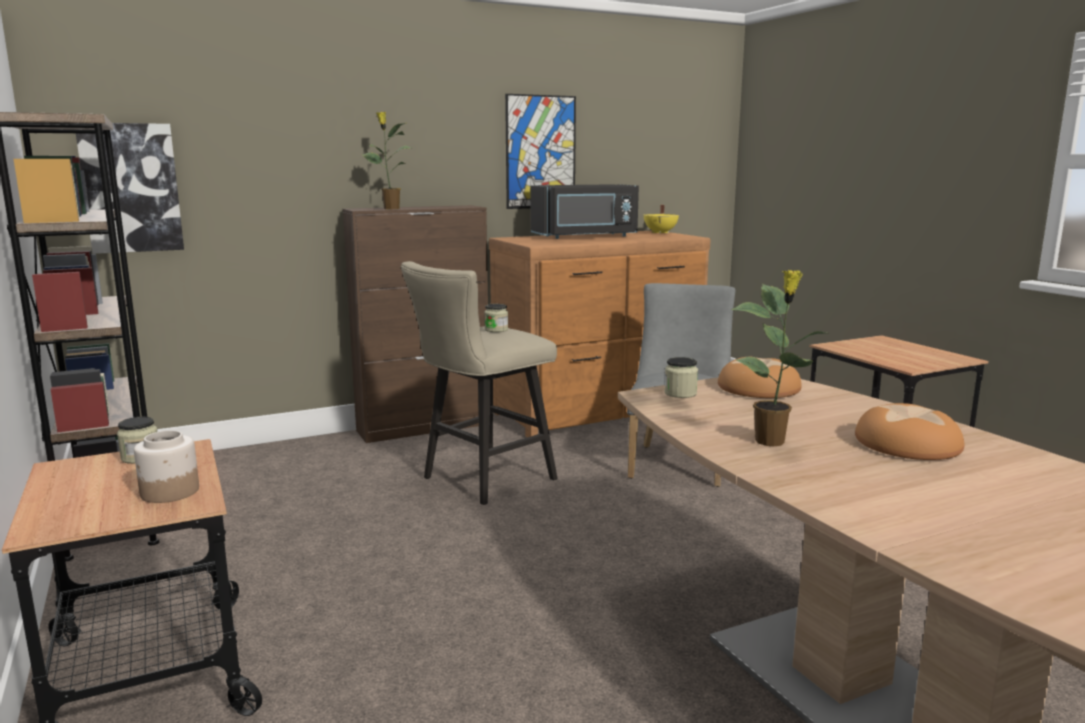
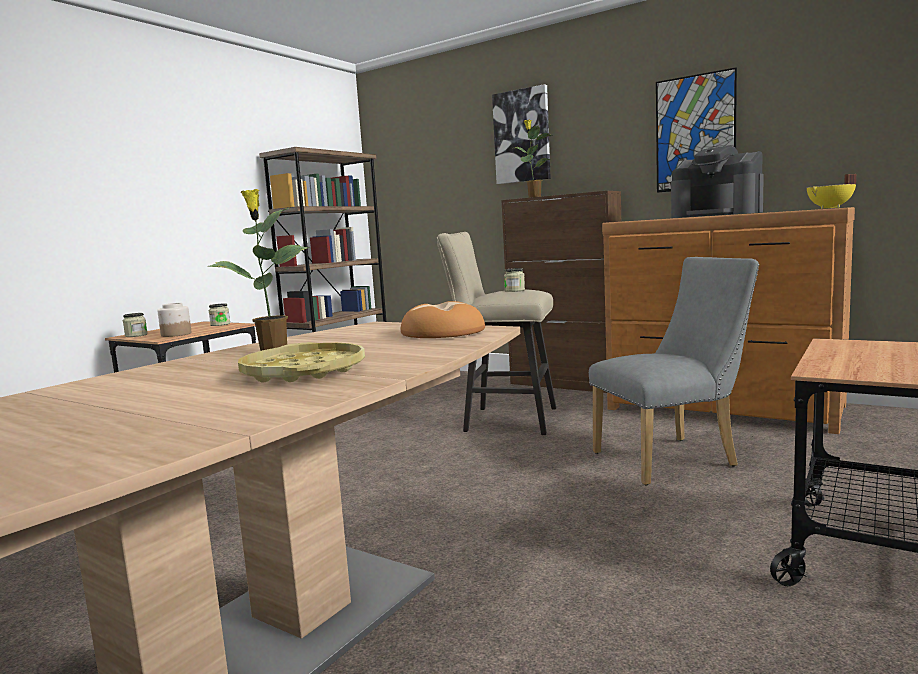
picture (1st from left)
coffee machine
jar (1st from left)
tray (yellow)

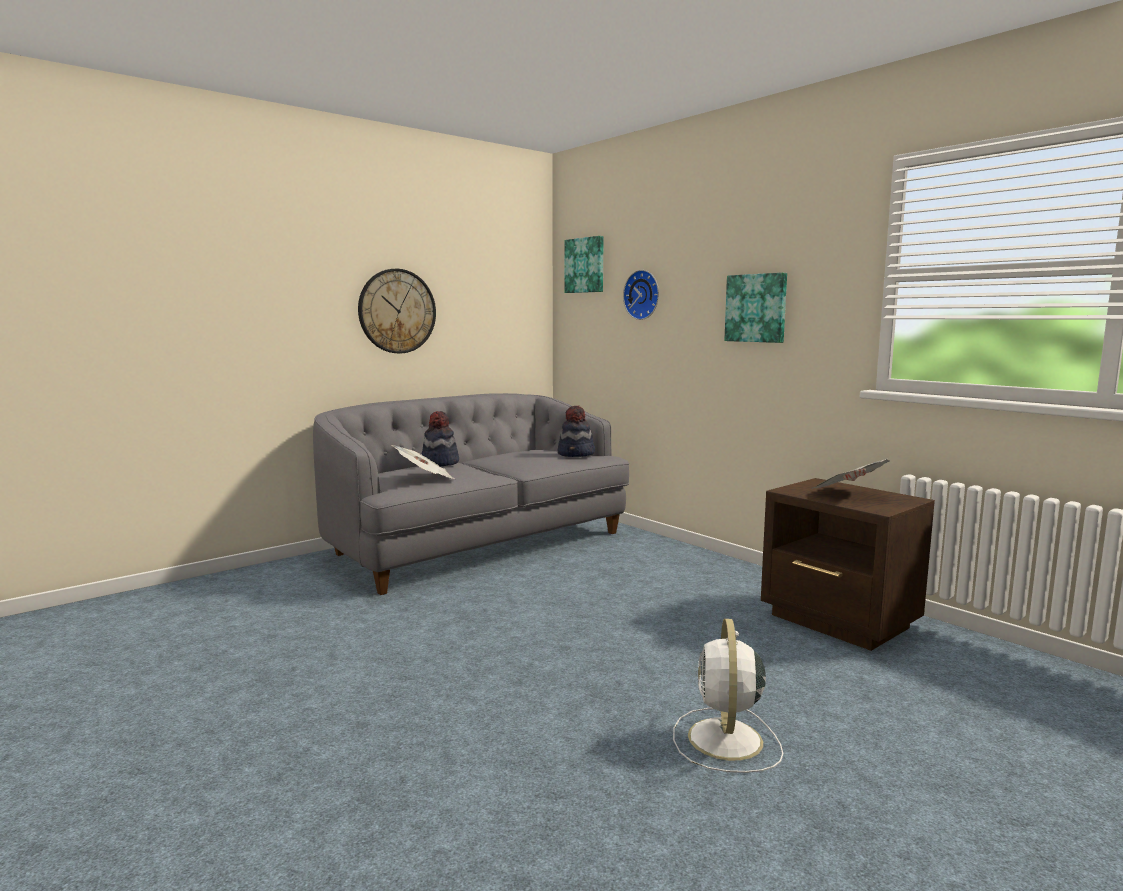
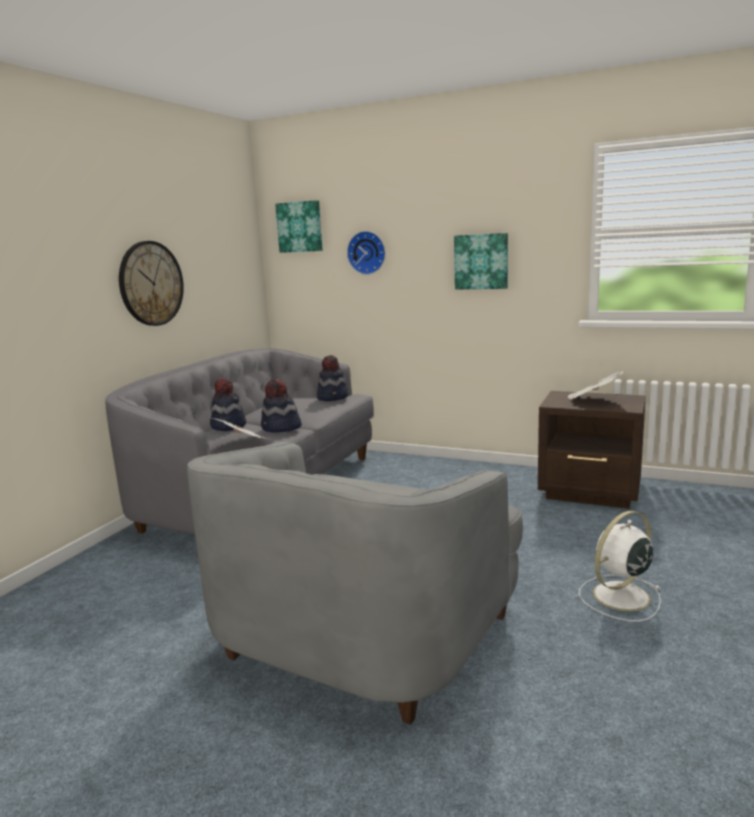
fan (white)
hat (2nd from left)
armchair (grey)

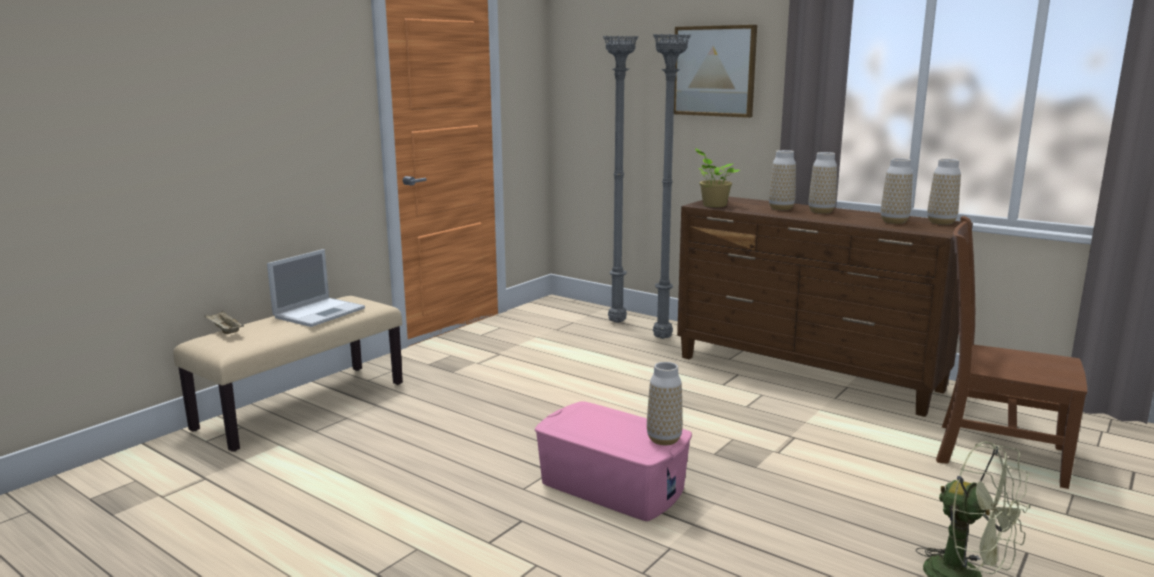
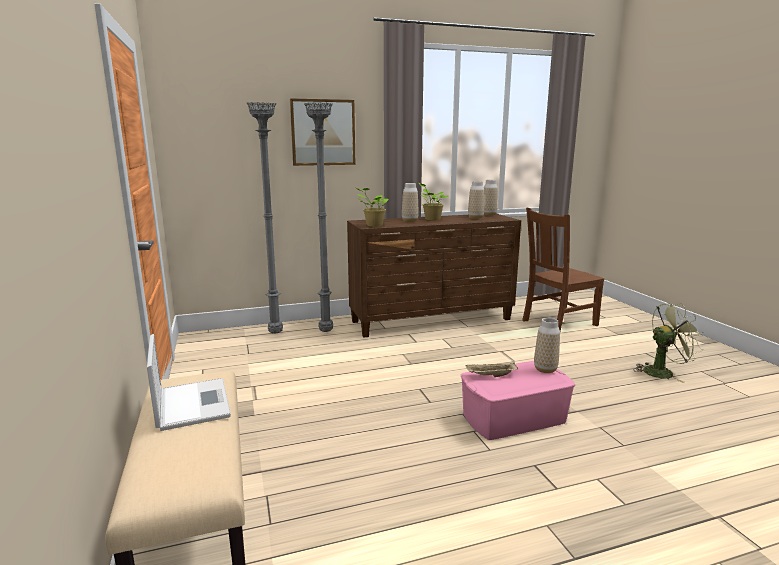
potted plant (2nd from left)
tray (beige)

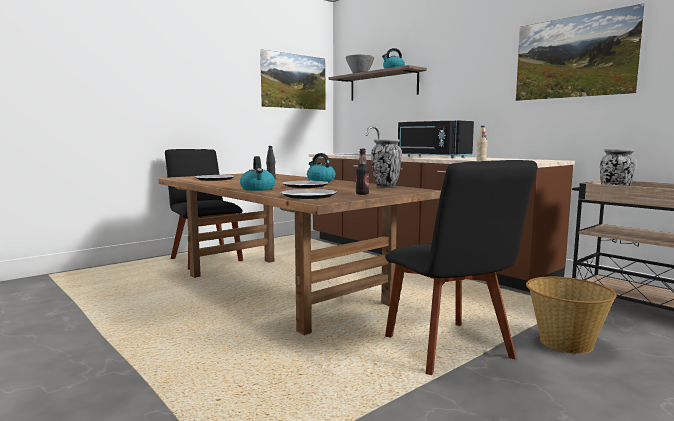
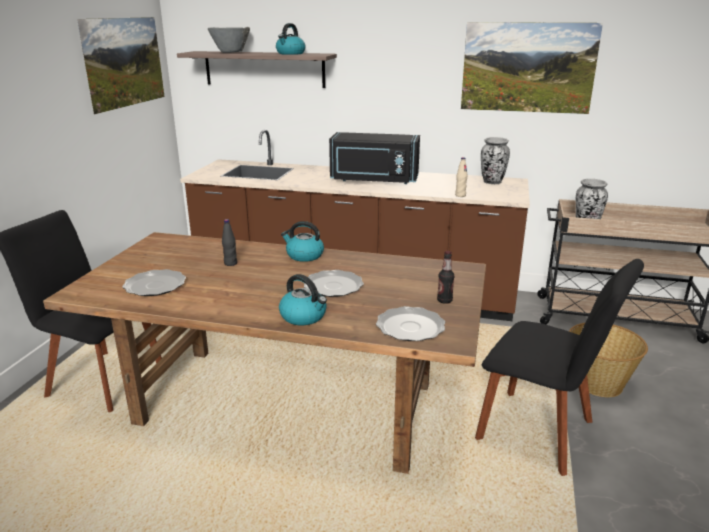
vase (1st from left)

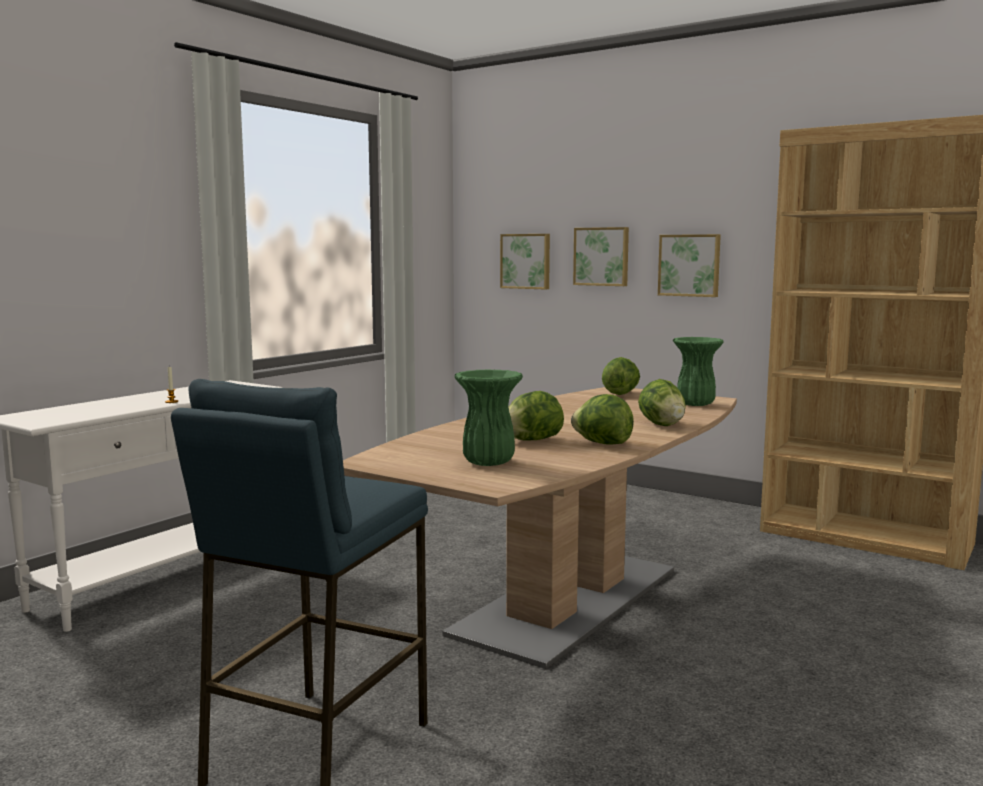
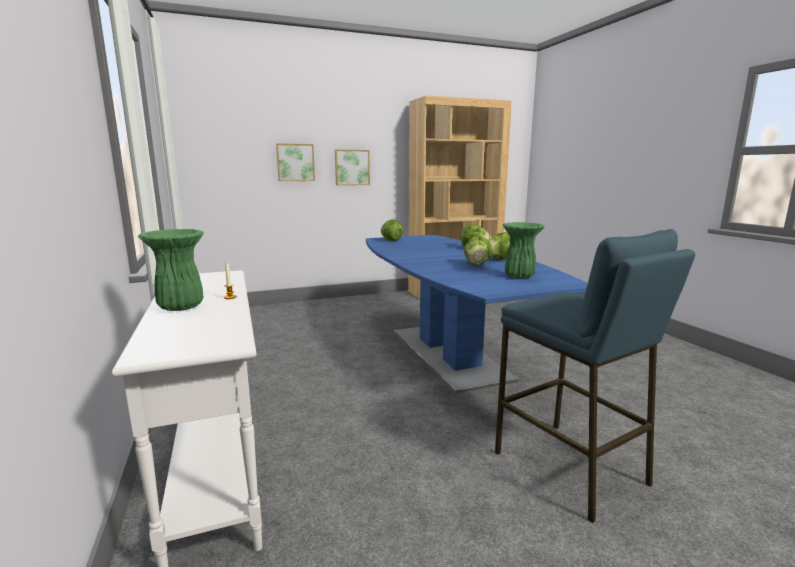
picture (1st from left in the first image)
vase (green) (1st from left)
dining table (blue)

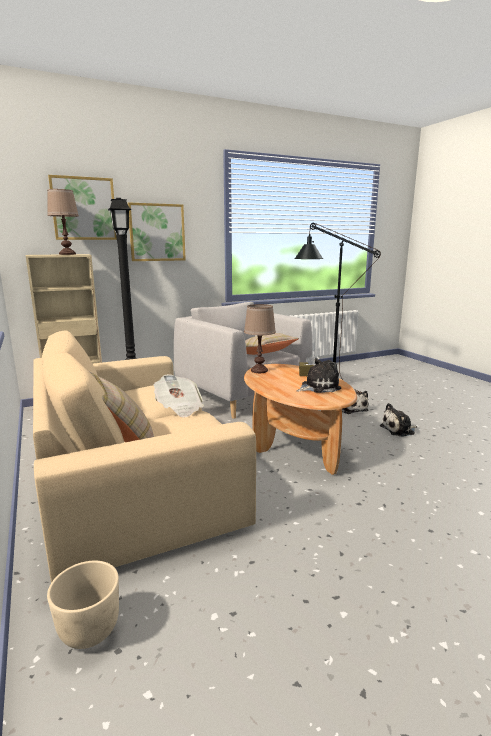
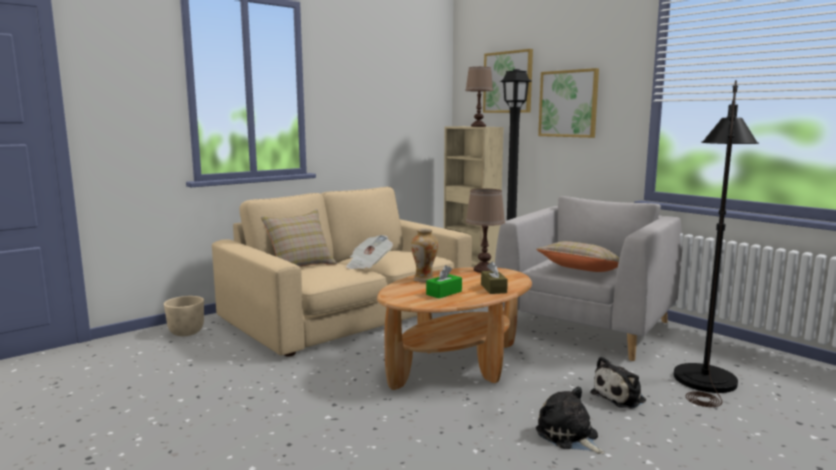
tissue box (green)
vase

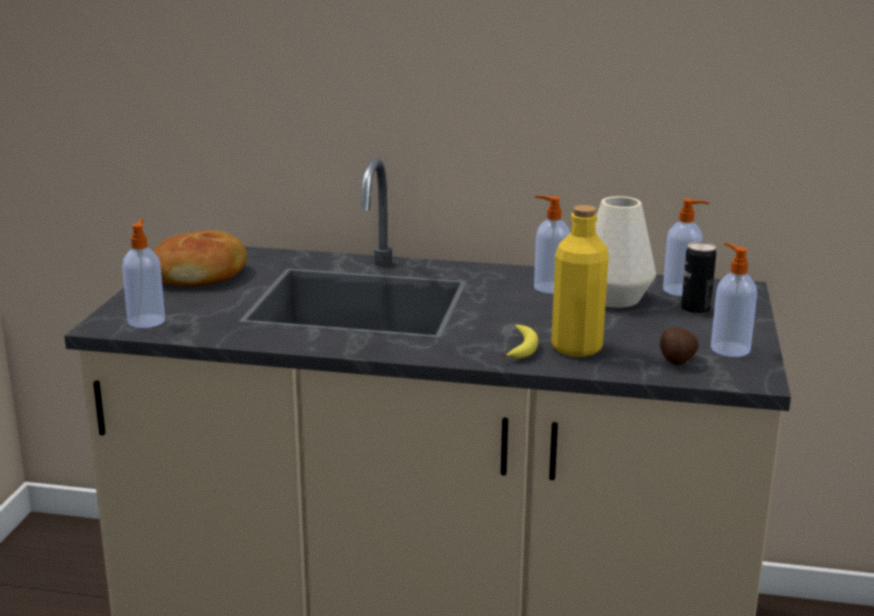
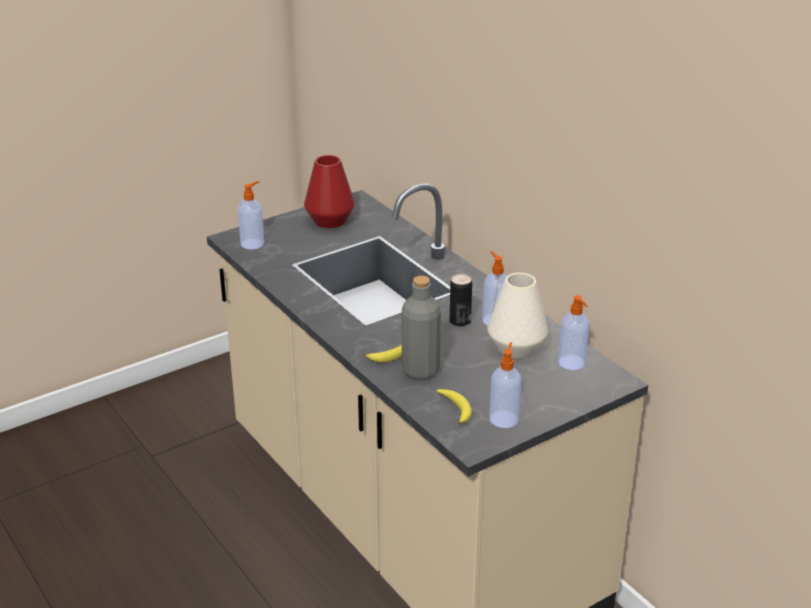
bottle (grey)
vase (red)
can
banana (2nd from left)

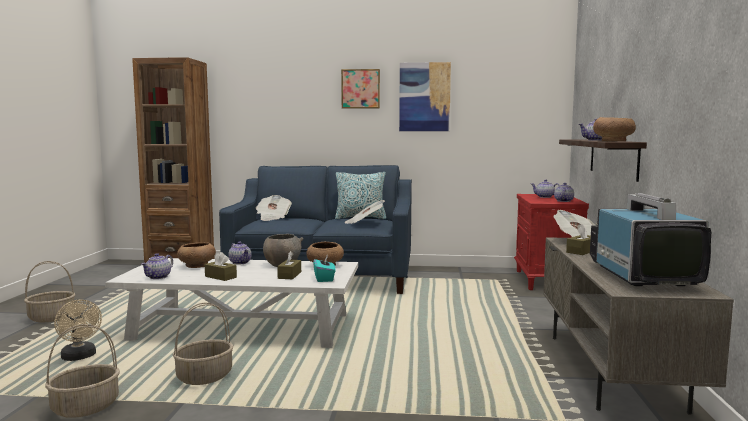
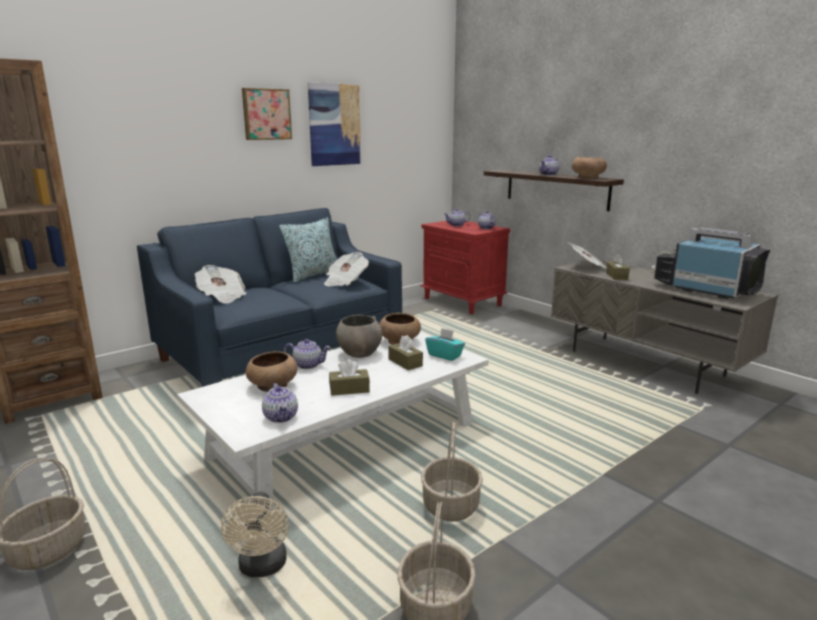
fan (beige)

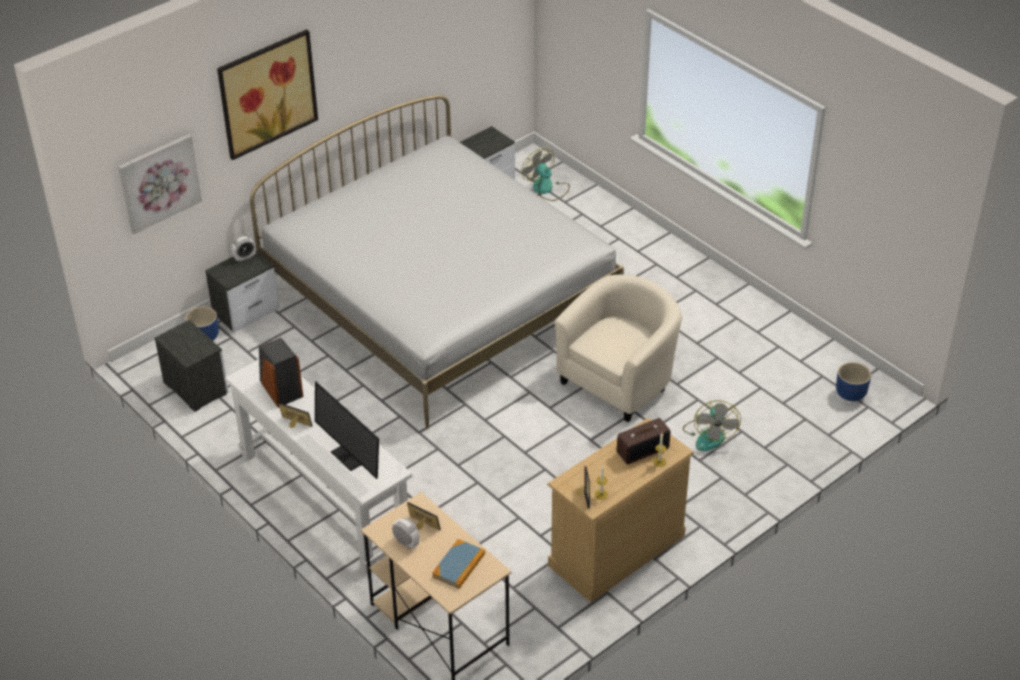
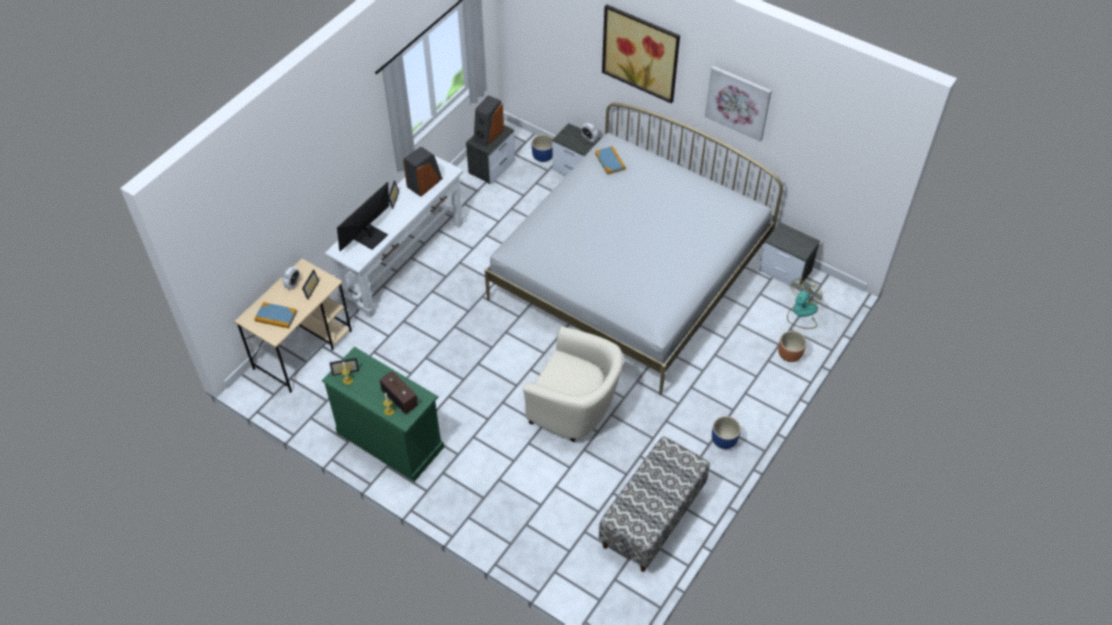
picture (2nd from left)
planter (blue) (2nd from left)
fan (2nd from left in the first image)
dresser (green)
speaker (2nd from left)
book (2nd from left)
planter (brown)
bench

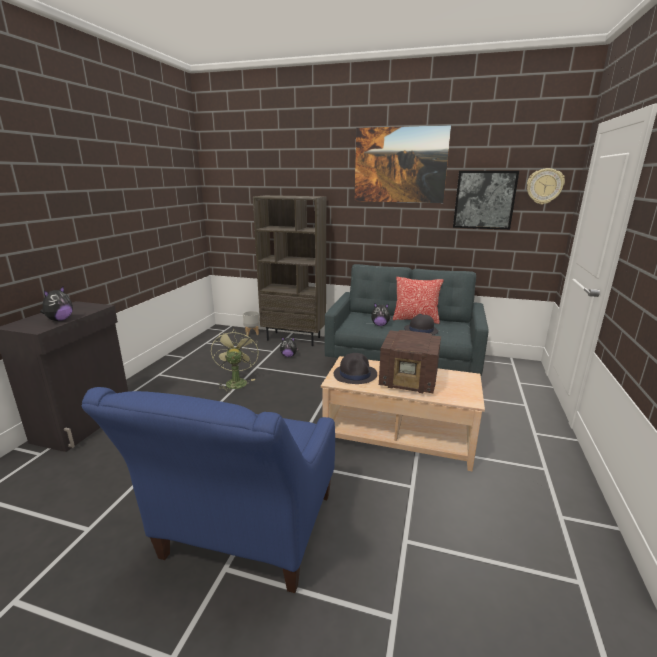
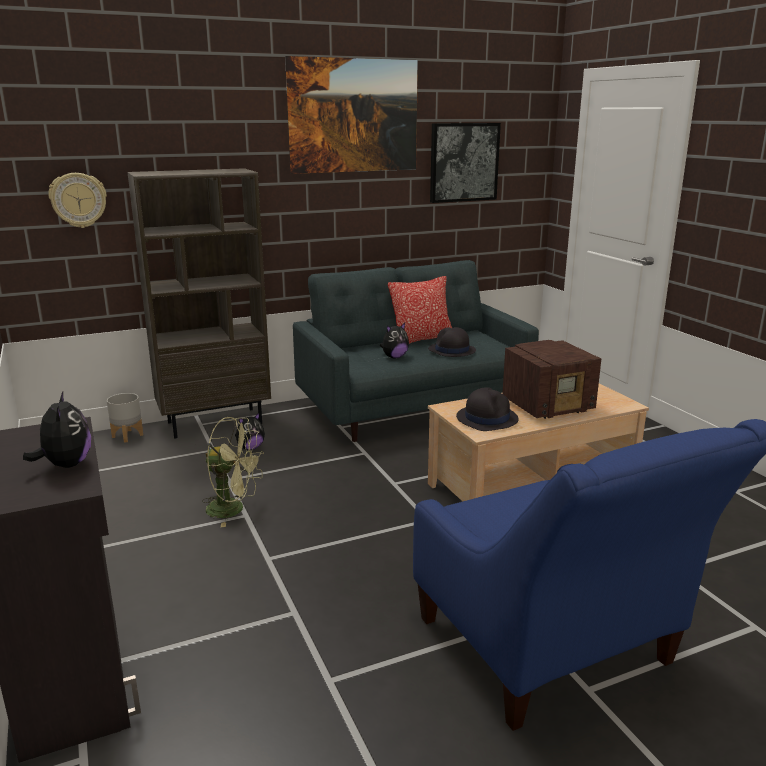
wall clock
fan (green)

